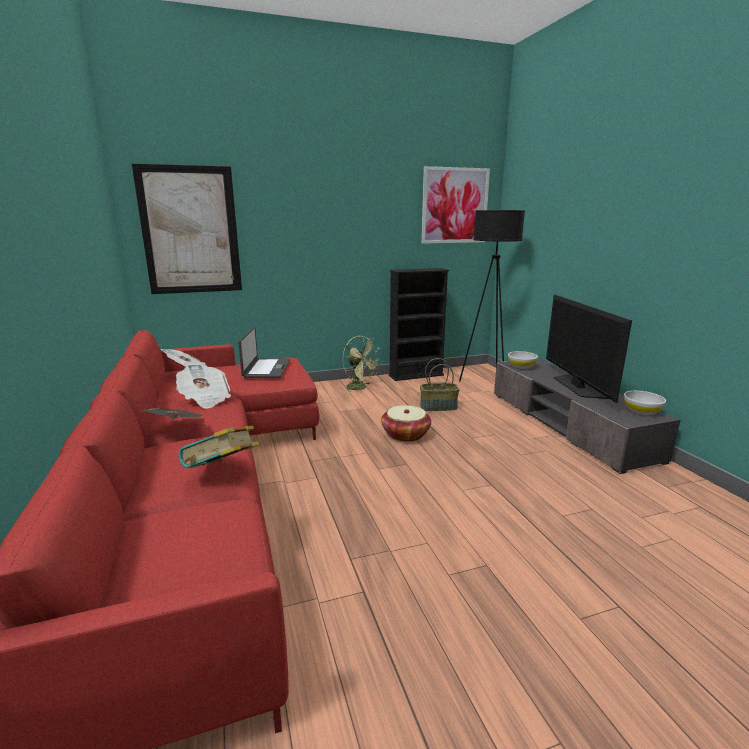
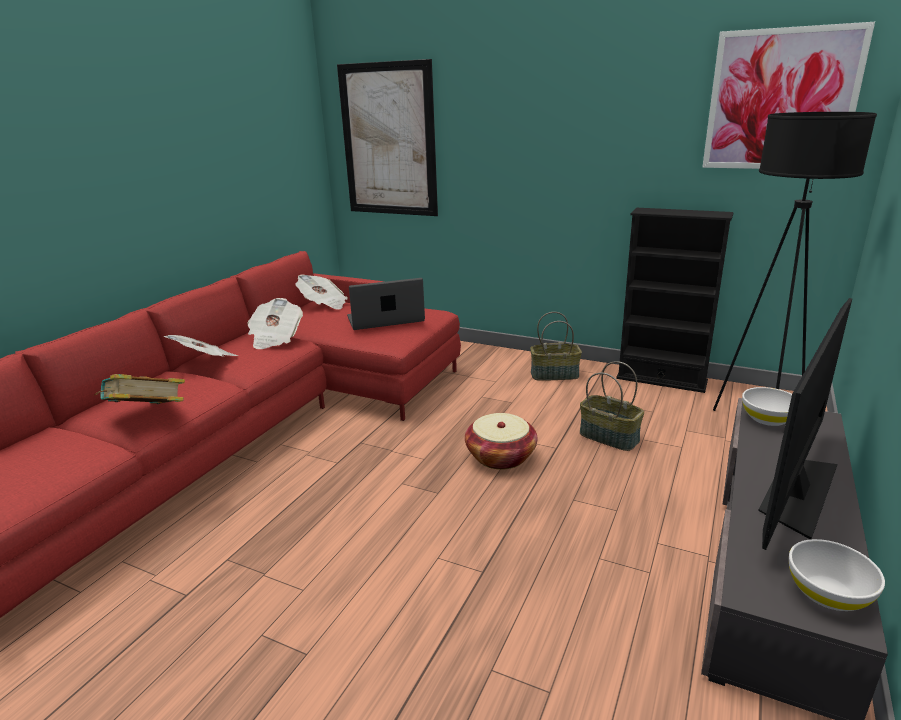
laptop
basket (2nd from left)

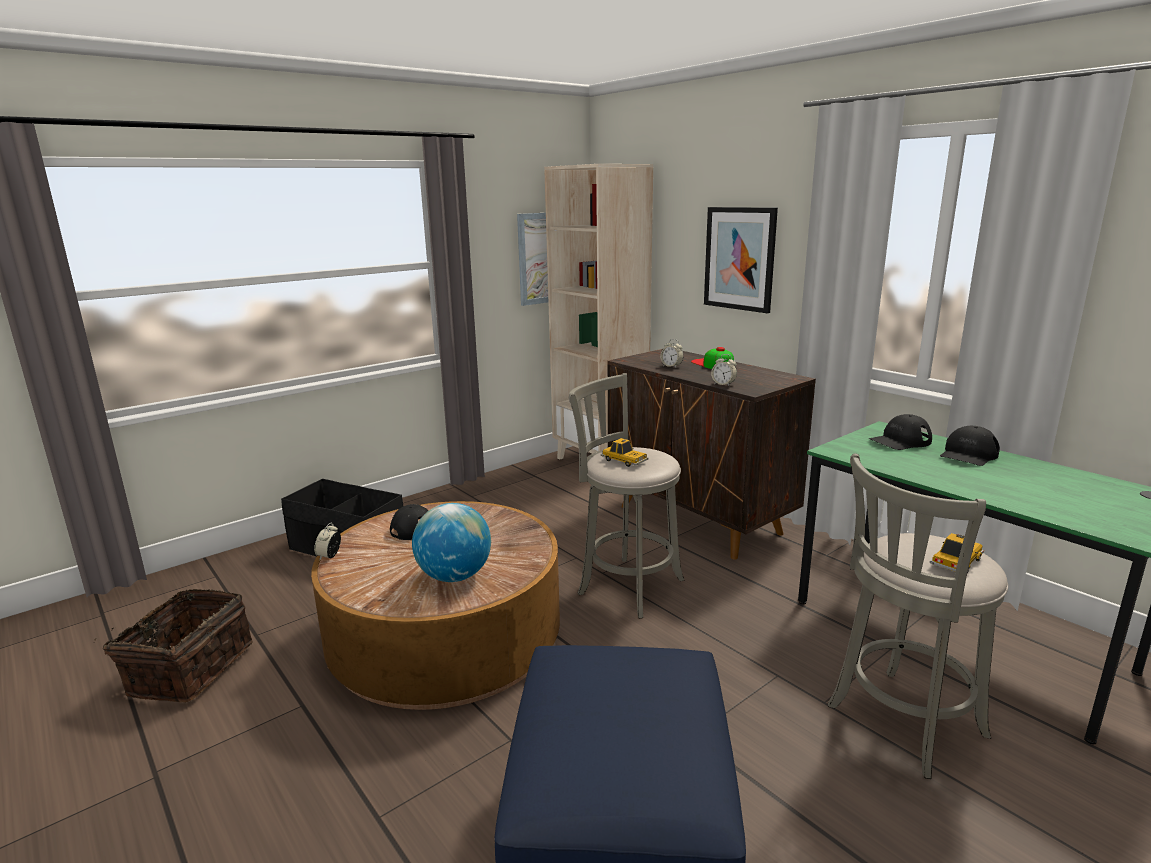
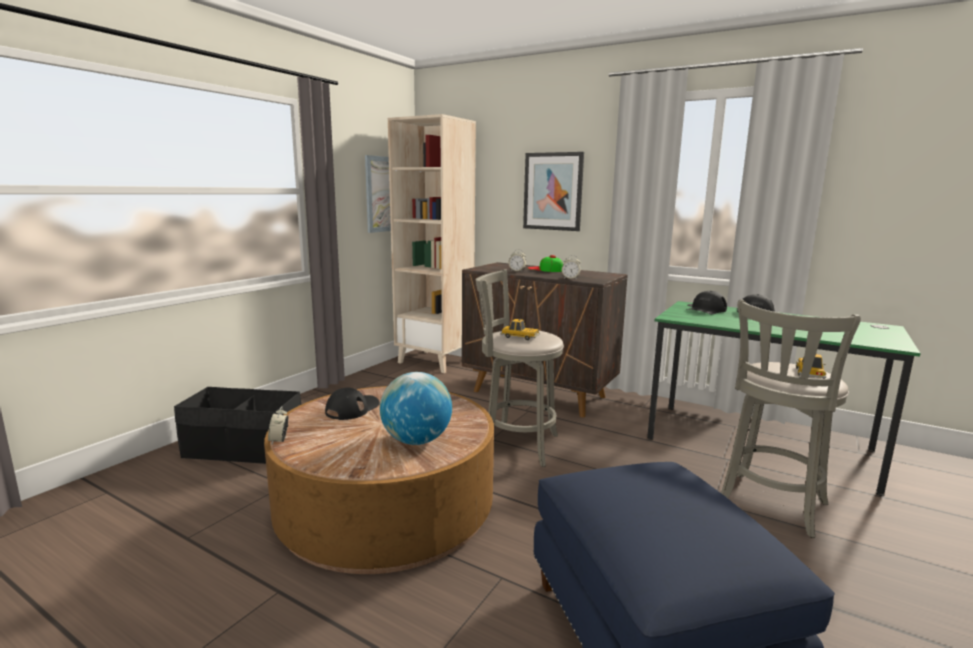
basket

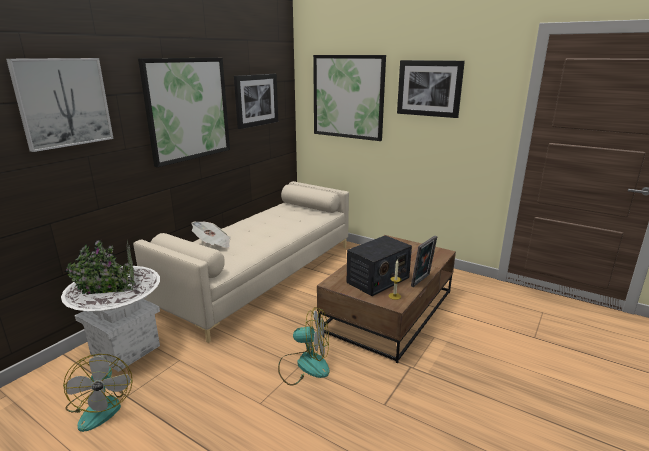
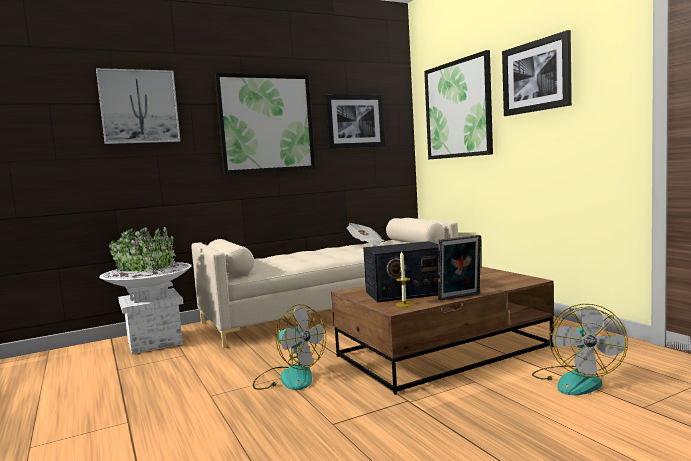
newspaper
fan (2nd from left)

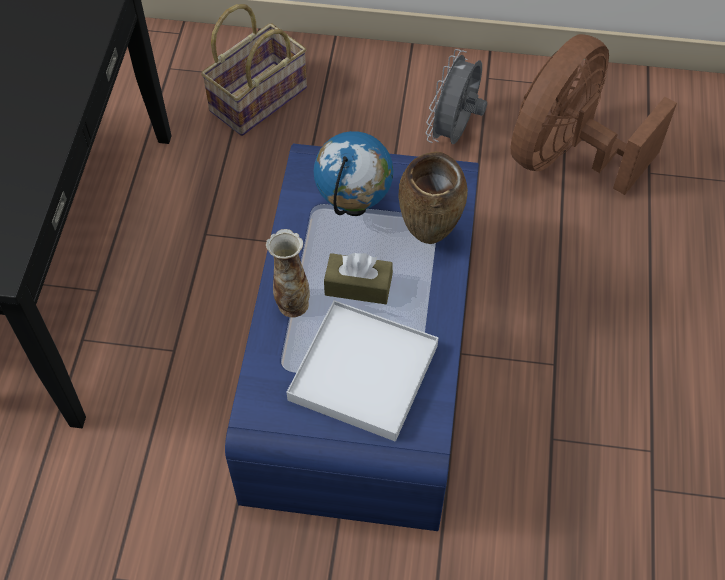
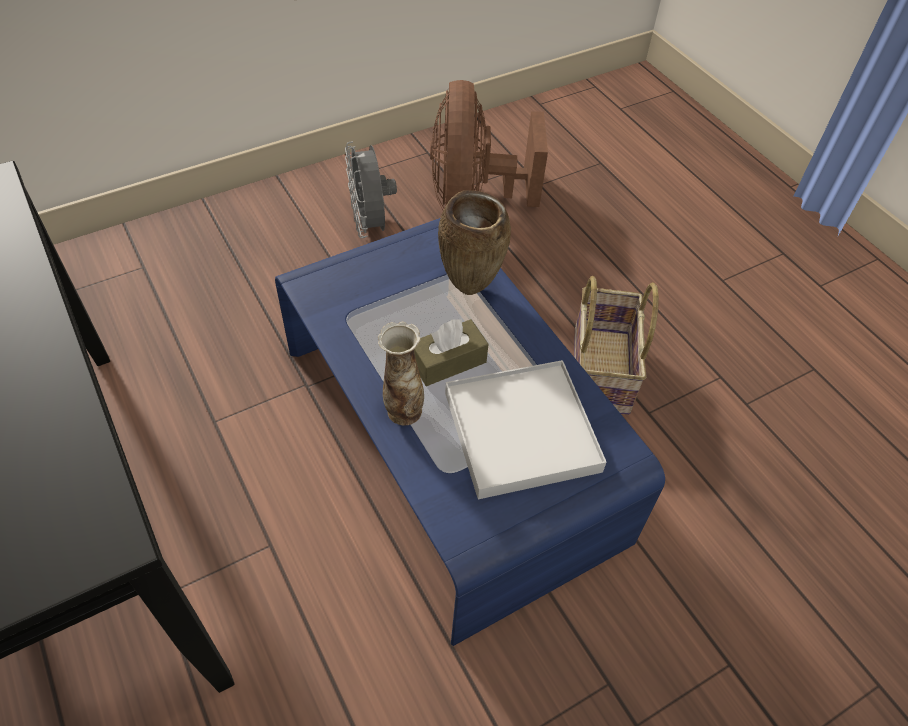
basket
globe

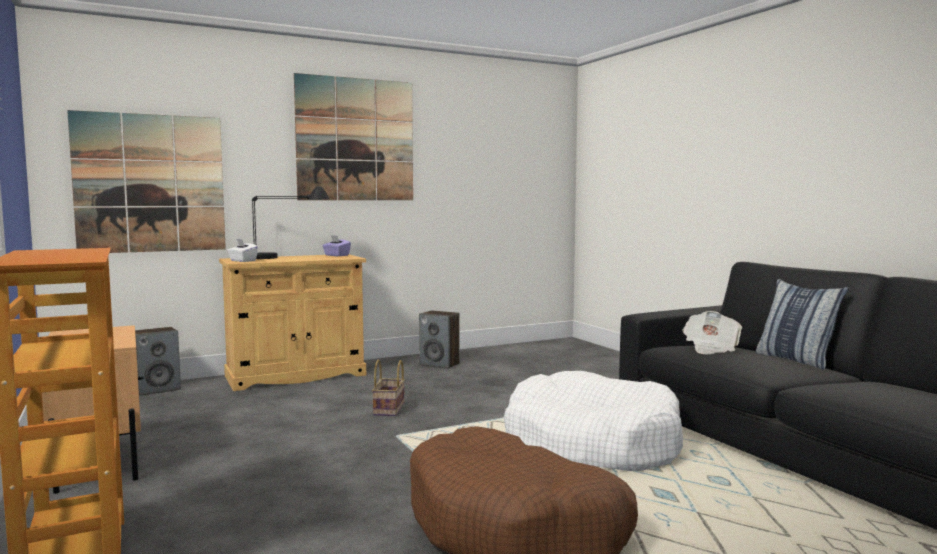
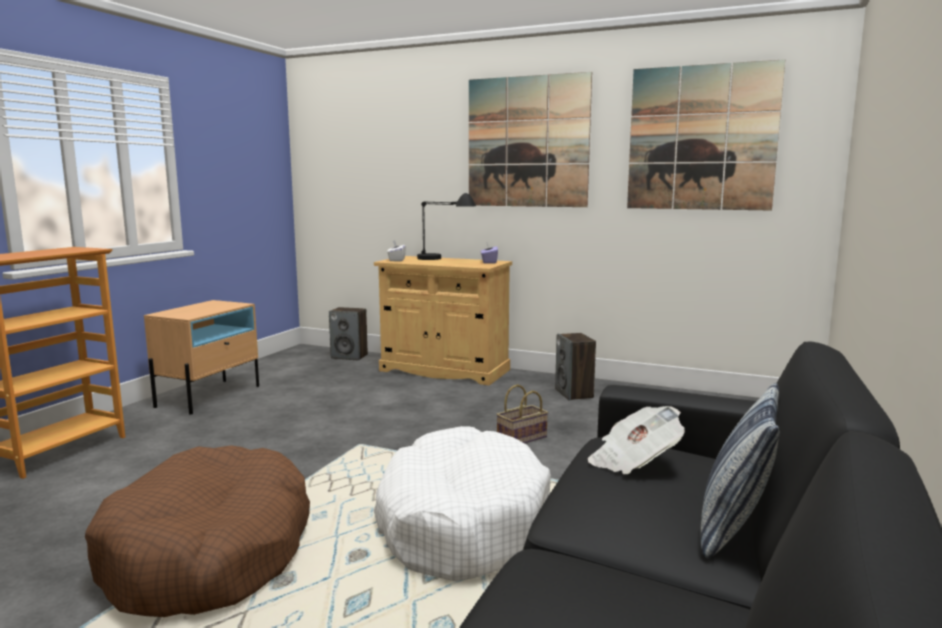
picture (2nd from left)
basket

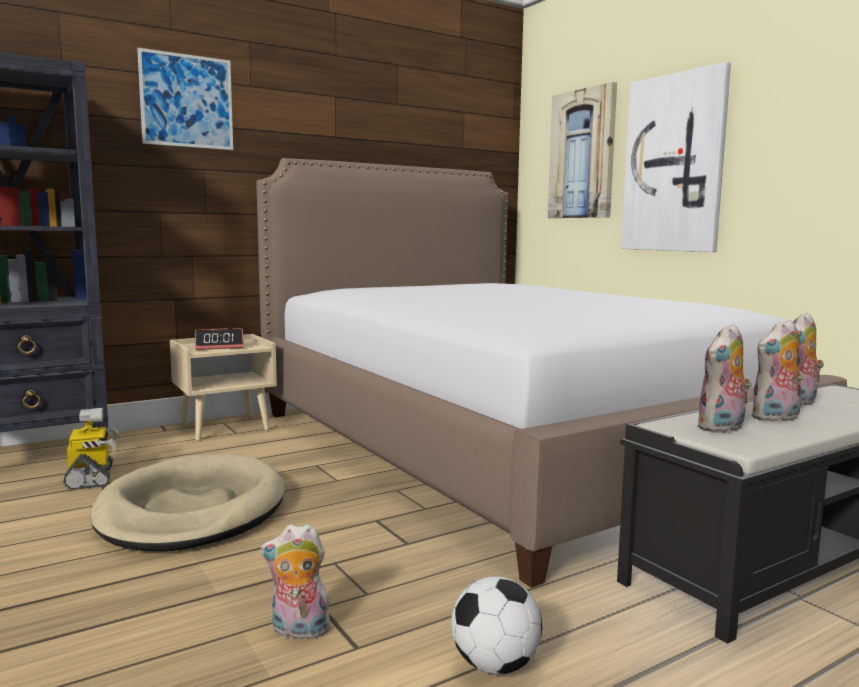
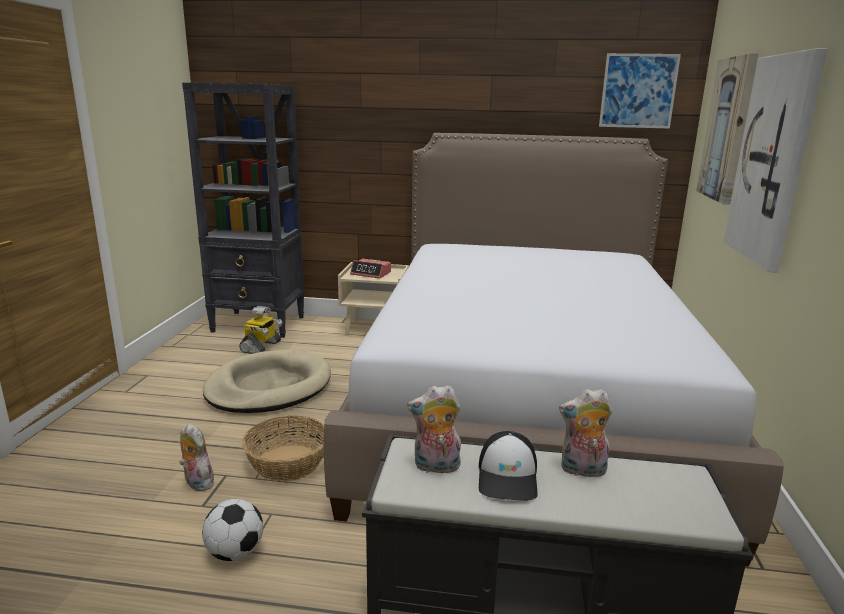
picture (1st from left)
cap
basket

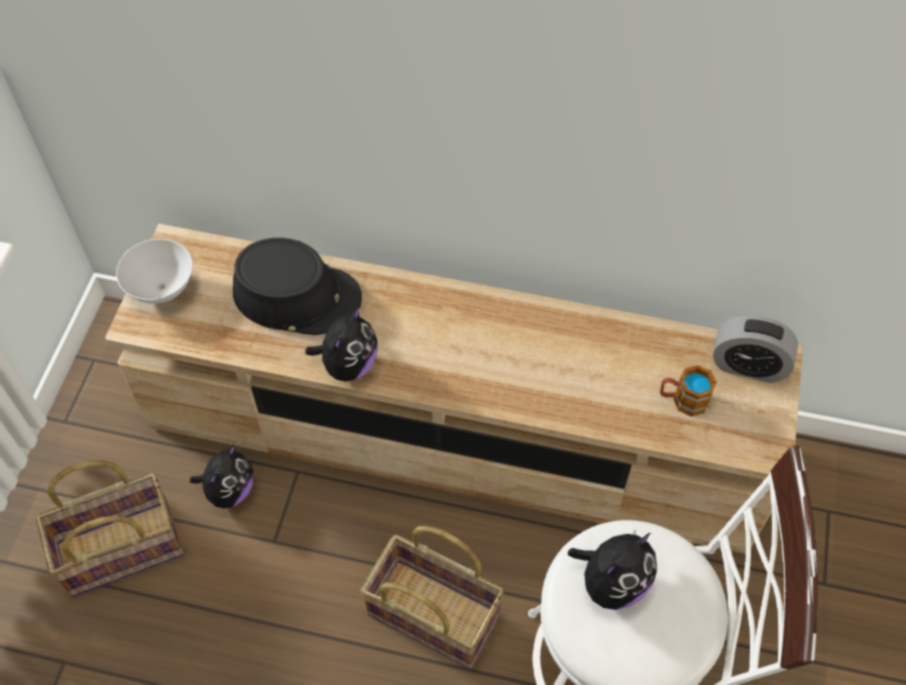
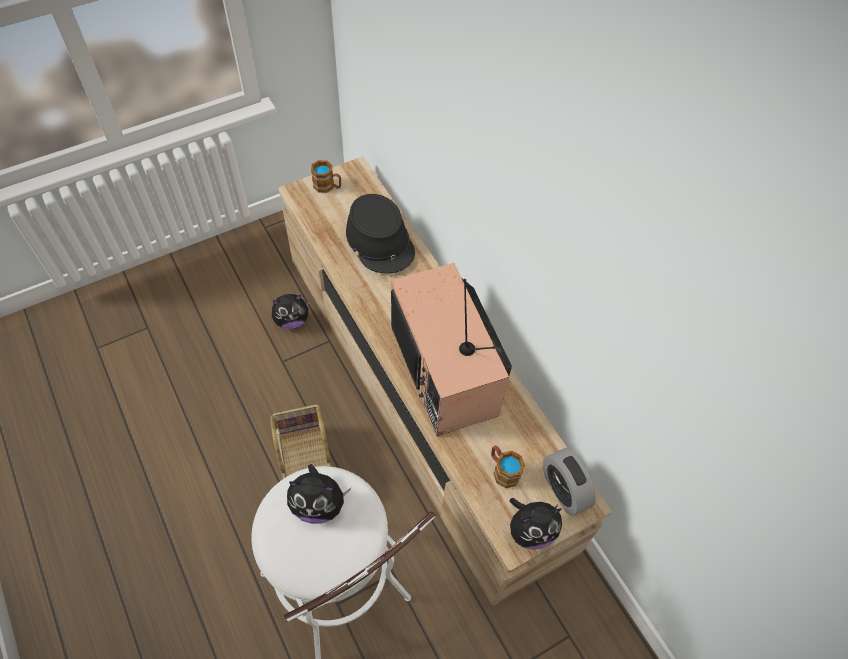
mug (1st from left)
plush toy (3rd from left)
basket (1st from left in the first image)
television

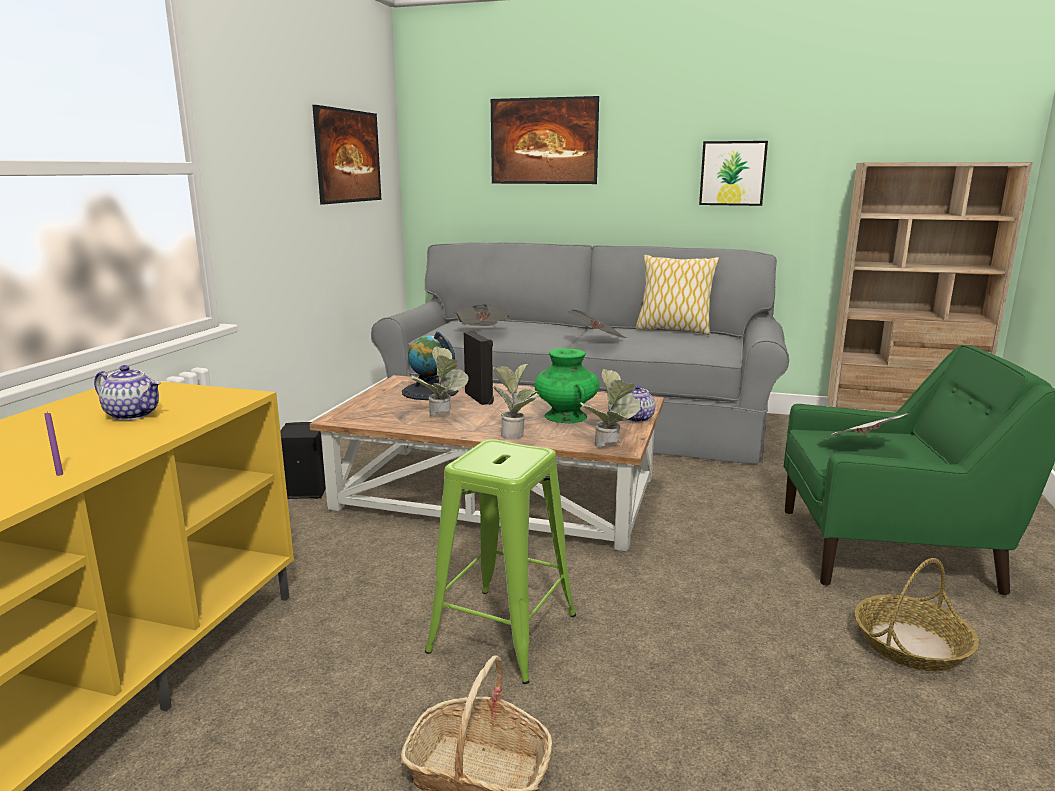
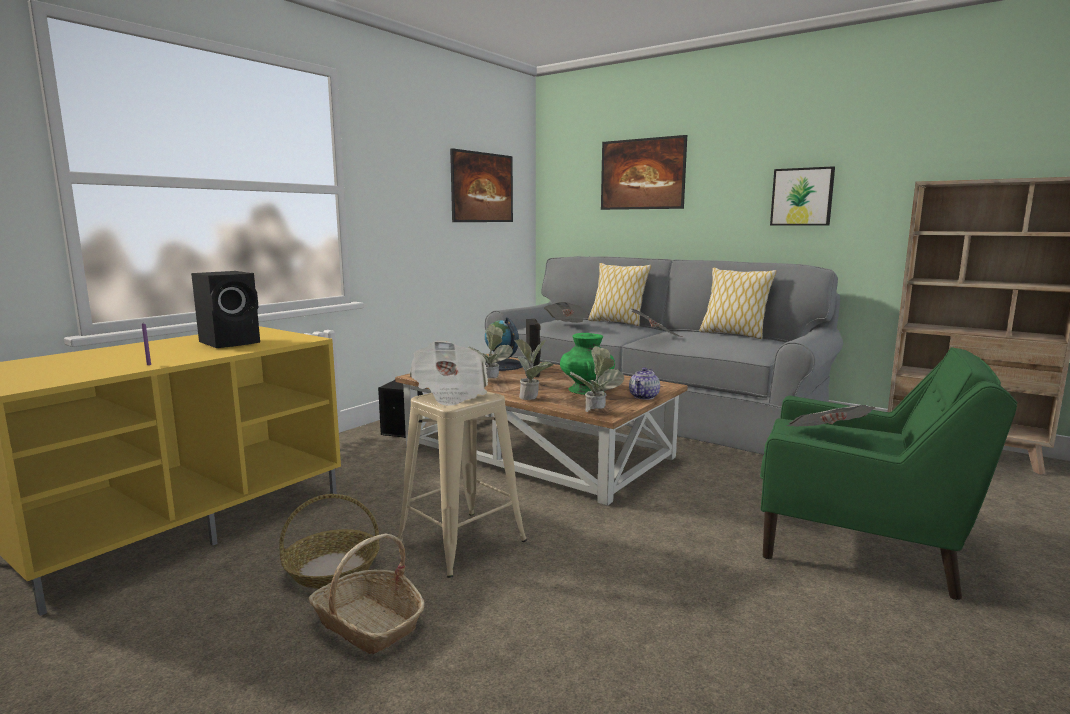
speaker (black) (1st from left)
stool (beige)
basket (1st from left)
pillow (1st from left)
newspaper (1st from left)

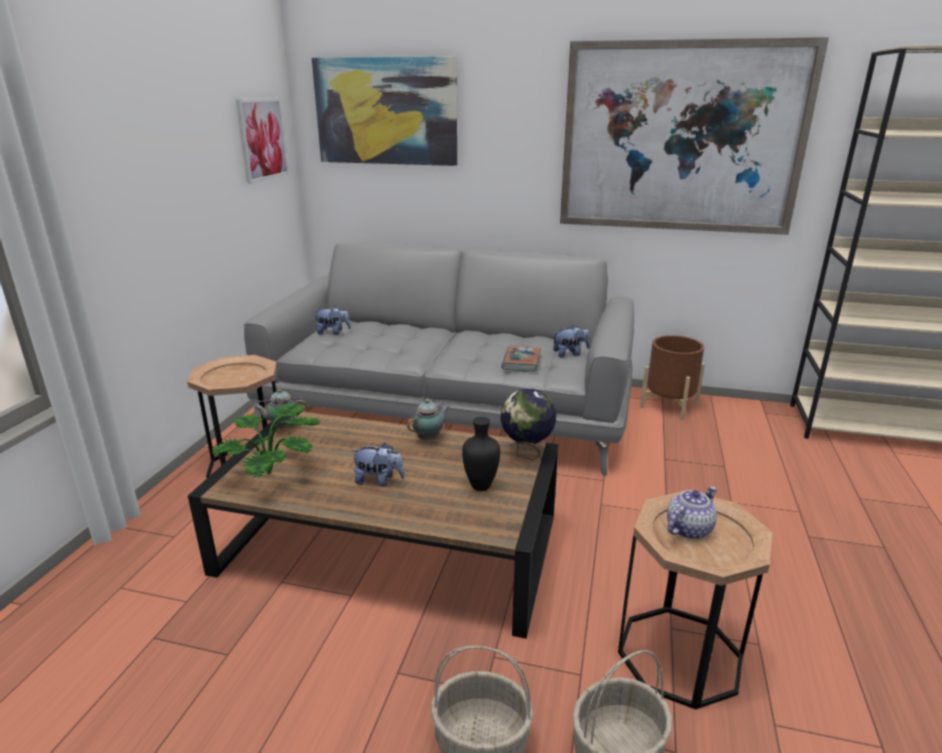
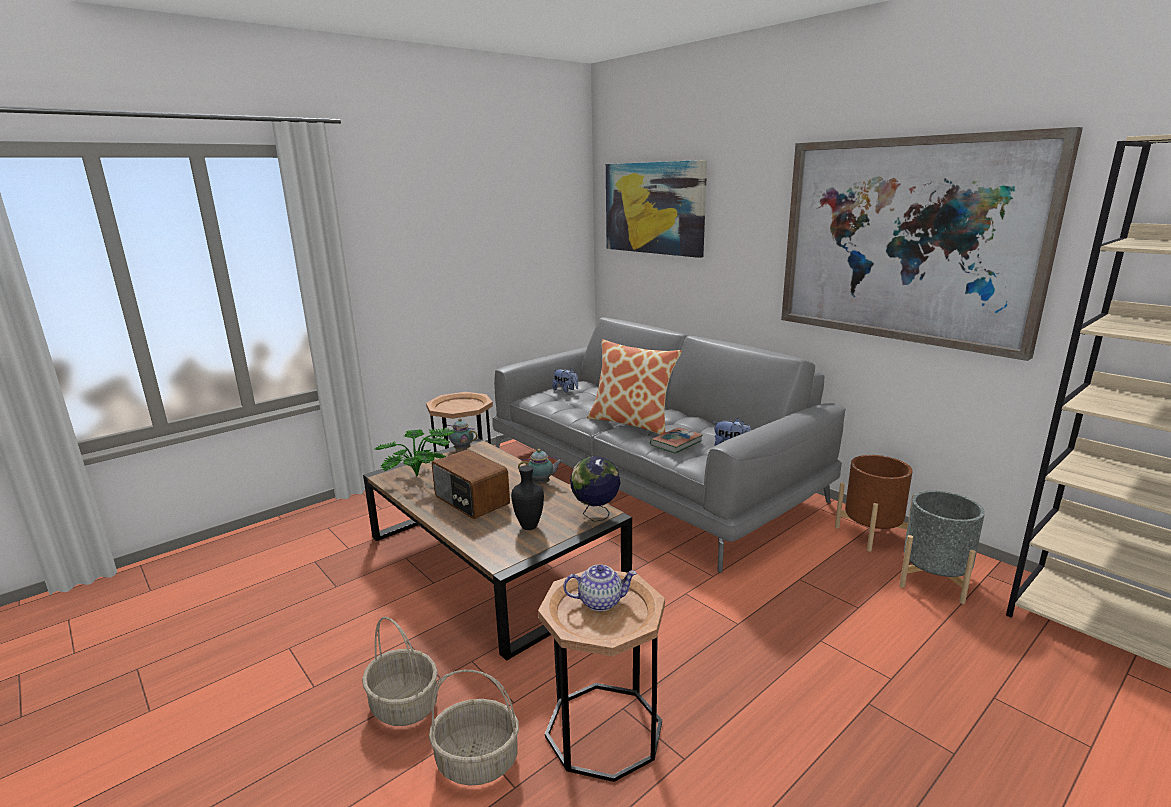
picture (1st from left in the first image)
radio
pillow
planter (grey)

